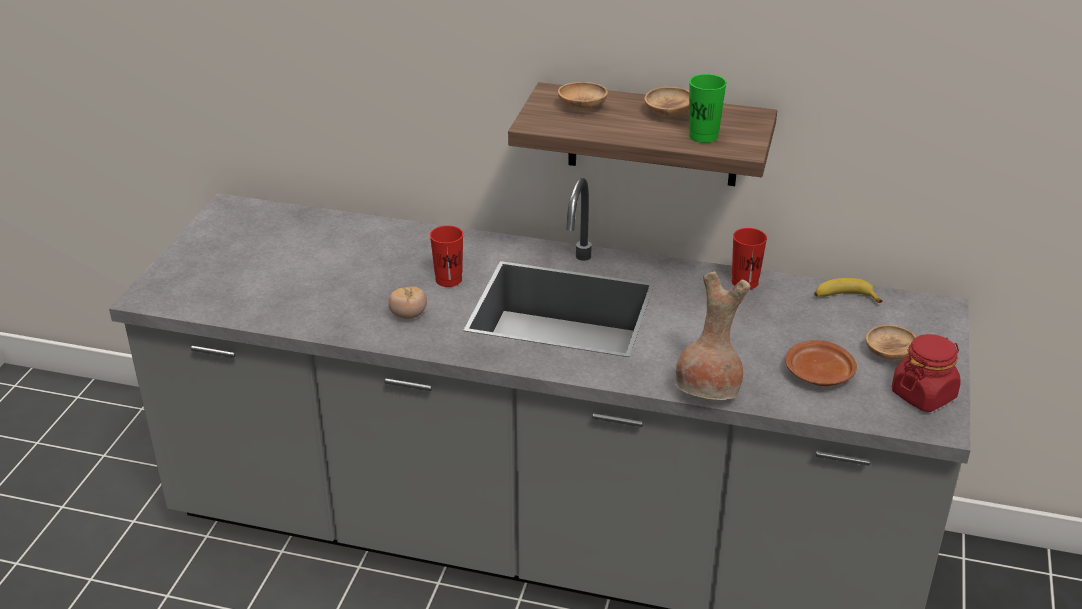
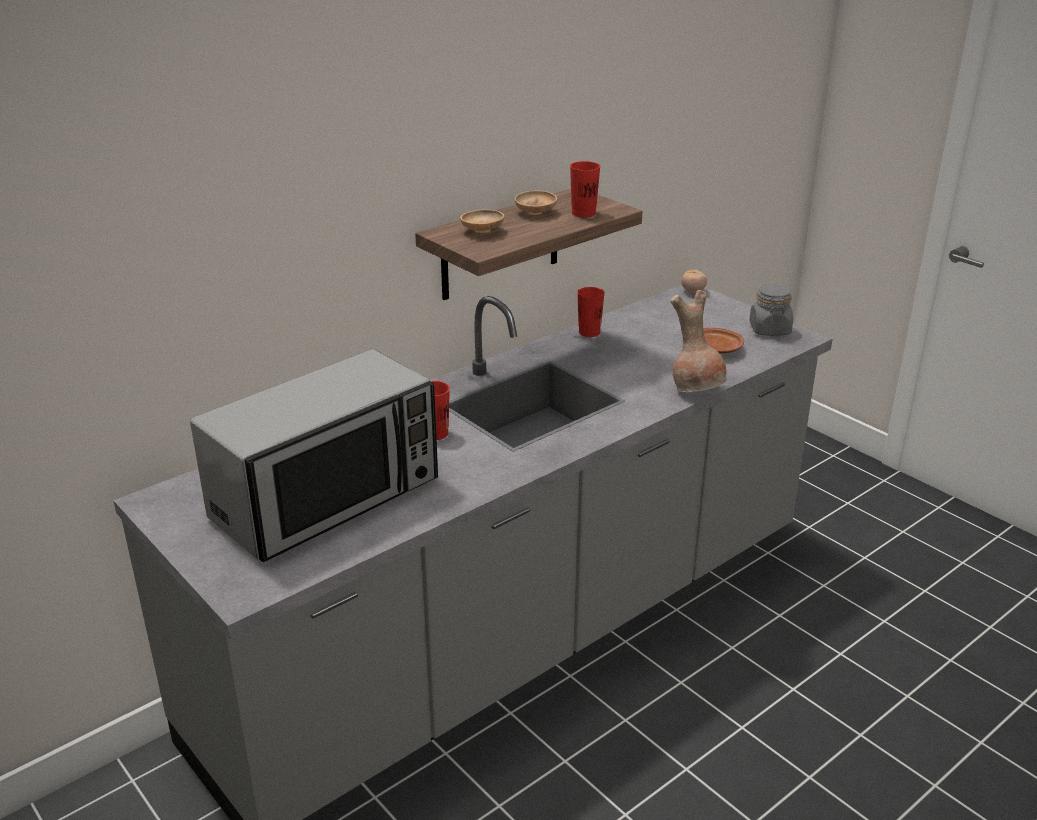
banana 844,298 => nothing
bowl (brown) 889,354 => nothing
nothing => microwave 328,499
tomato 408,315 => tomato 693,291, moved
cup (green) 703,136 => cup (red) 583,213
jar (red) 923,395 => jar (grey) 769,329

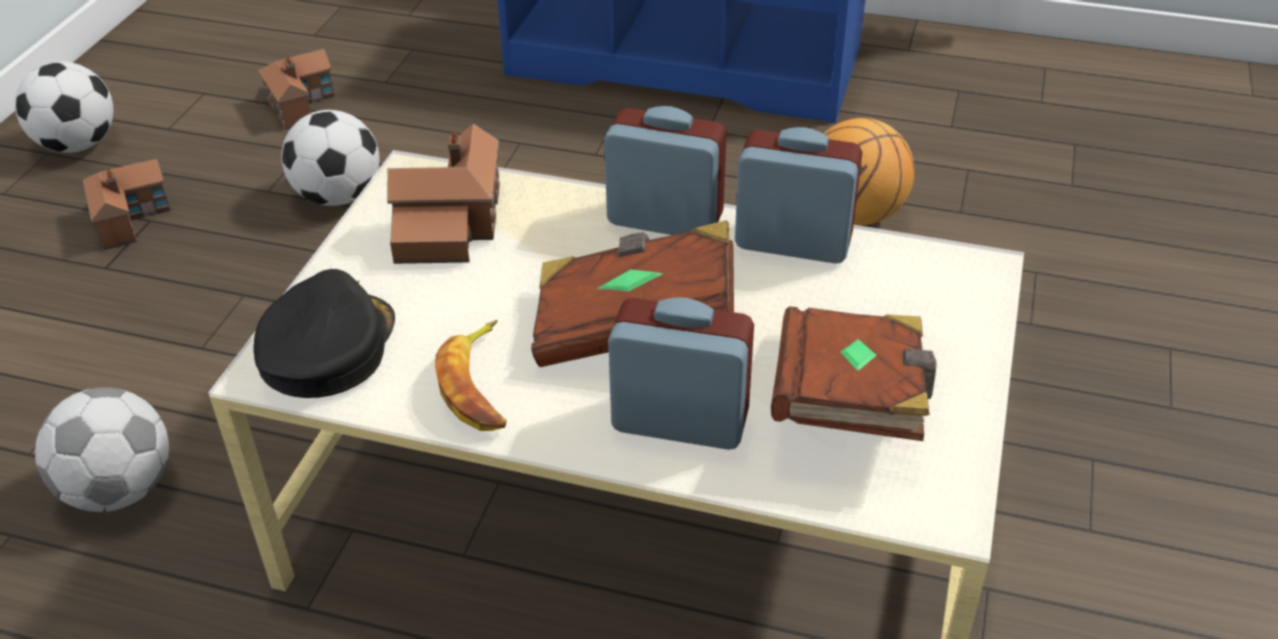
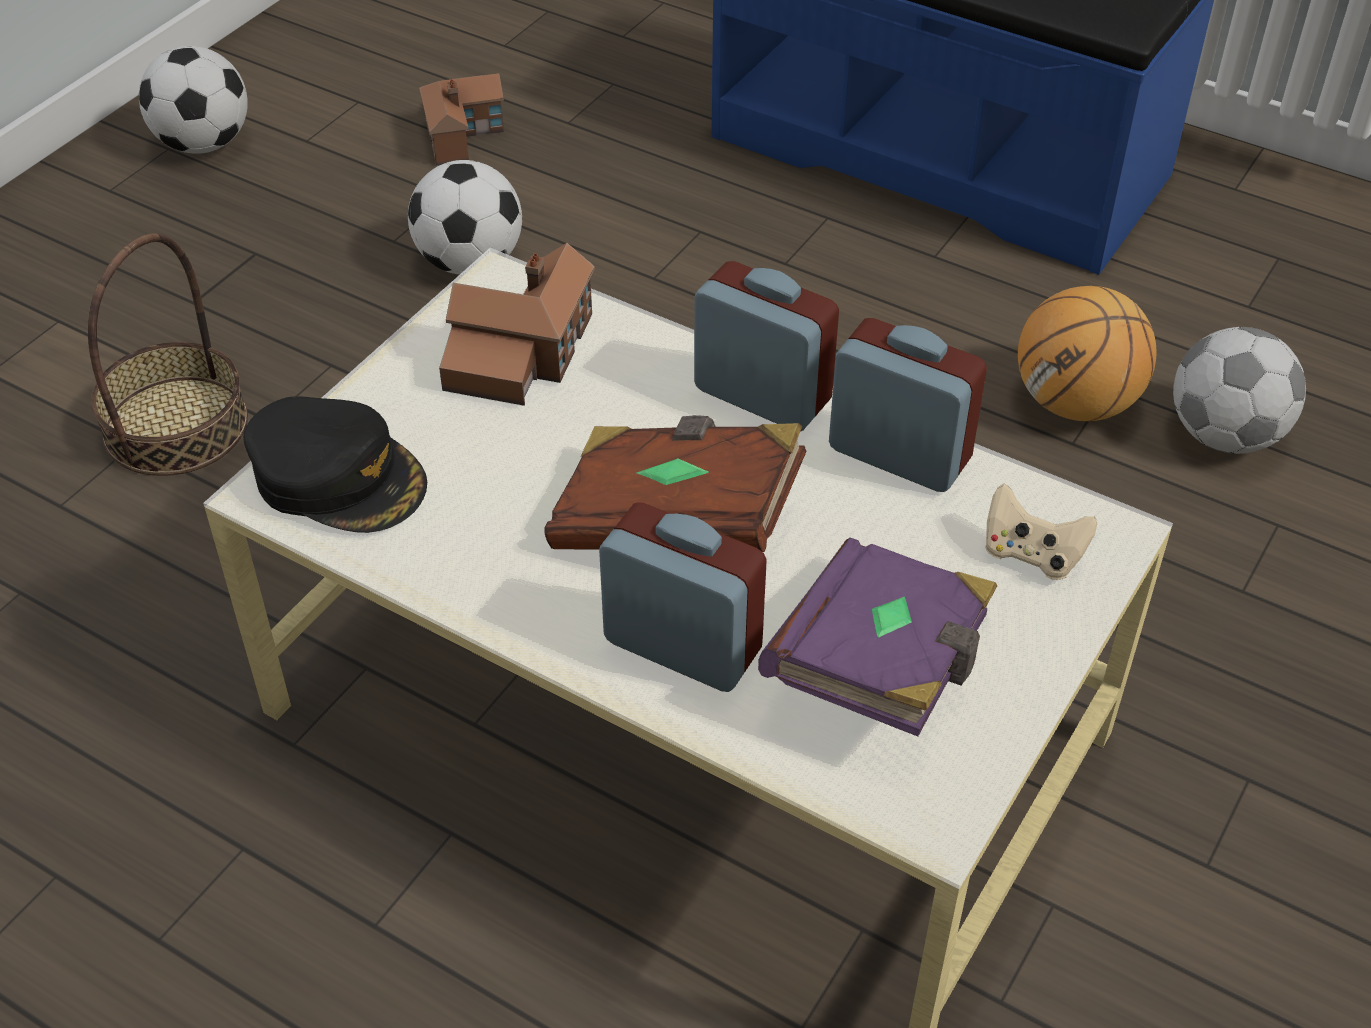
toy house 132,214 => nothing
banana 480,385 => nothing
nothing => basket 175,426
nothing => game controller (beige) 1031,555
football 120,489 => football 1224,435, moved
book (brown) 851,402 => book (purple) 882,666
cap (black) 326,347 => cap (black) 338,476, 90 degrees clockwise

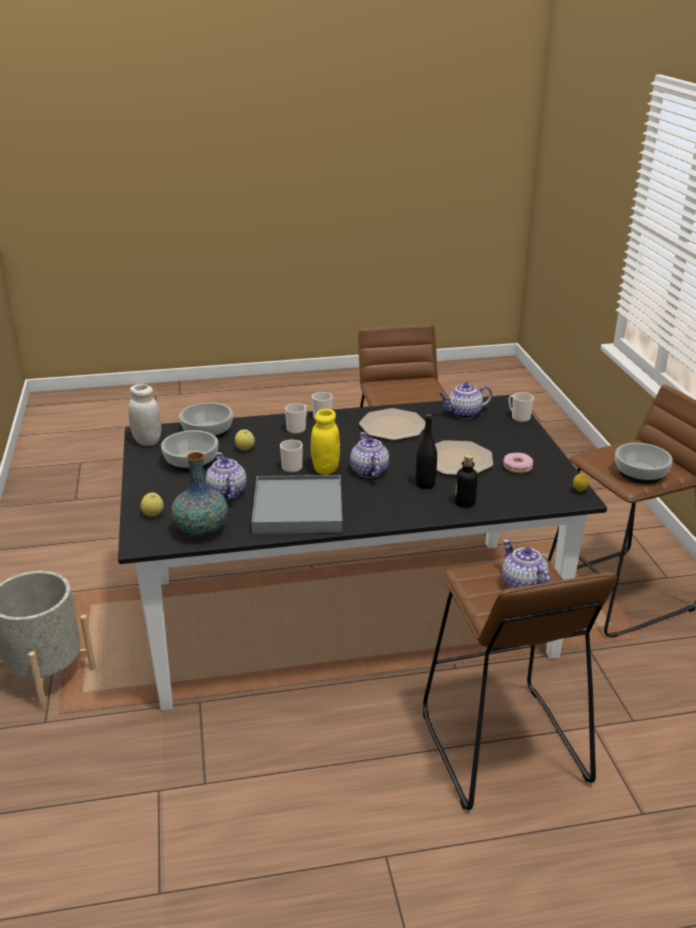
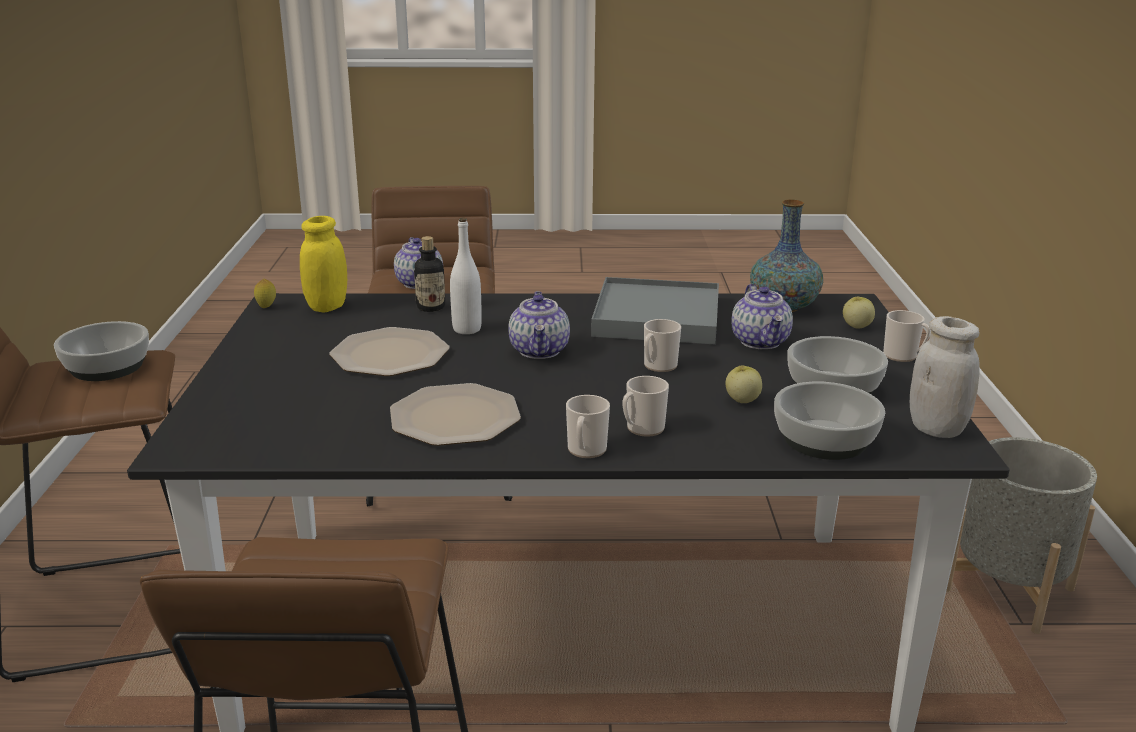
teapot 463,414 => nothing
donut 517,467 => nothing
jar (yellow) 325,469 => jar (yellow) 327,306, moved
mug 518,417 => mug 903,356, moved
bottle (black) 425,484 => bottle (white) 467,329

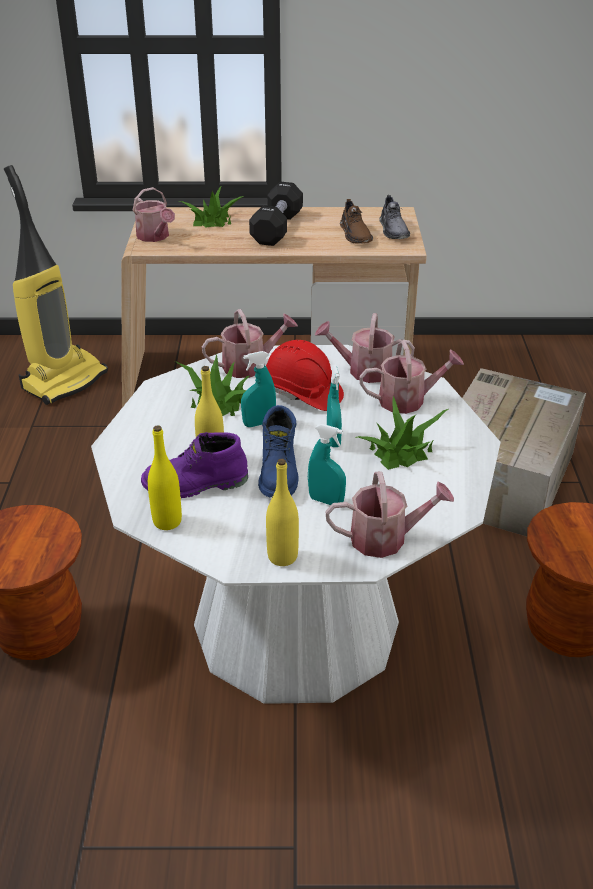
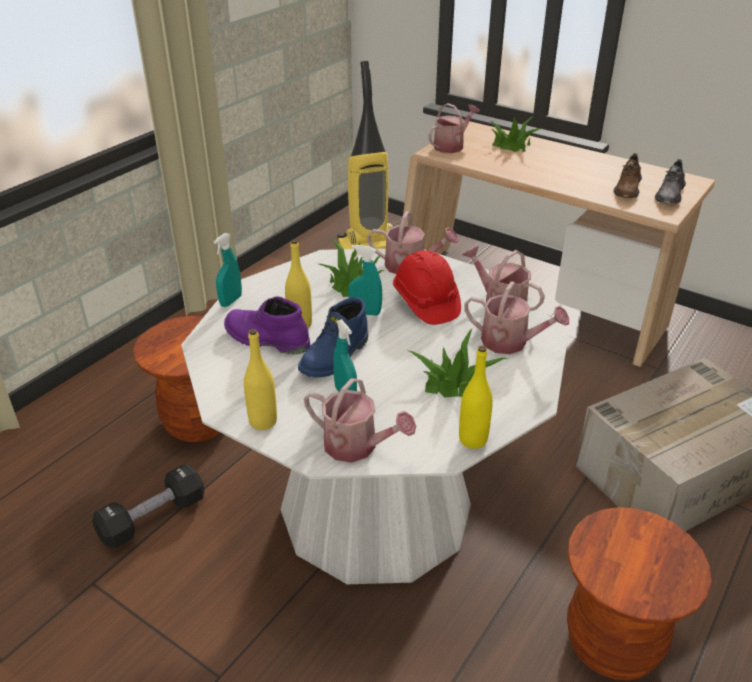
bottle (yellow) 167,521 => bottle (yellow) 473,440, moved
dumbbell (black) 277,228 => dumbbell (black) 153,518, moved
spray bottle (turquoise) 333,439 => spray bottle (turquoise) 231,301, moved
watering can 155,237 => watering can 451,145, 135 degrees counterclockwise

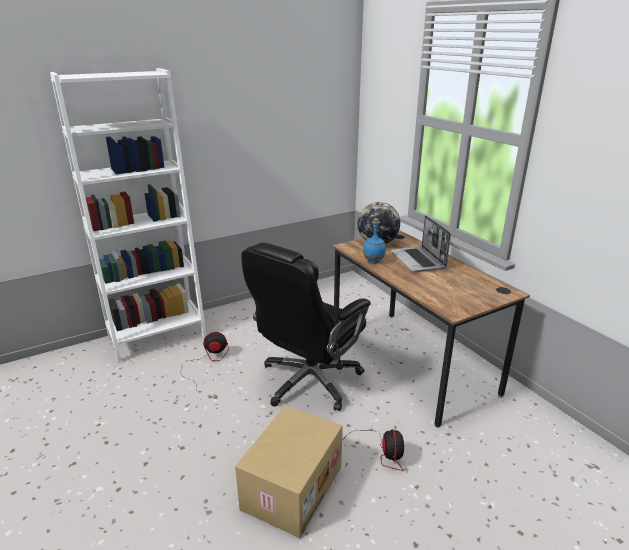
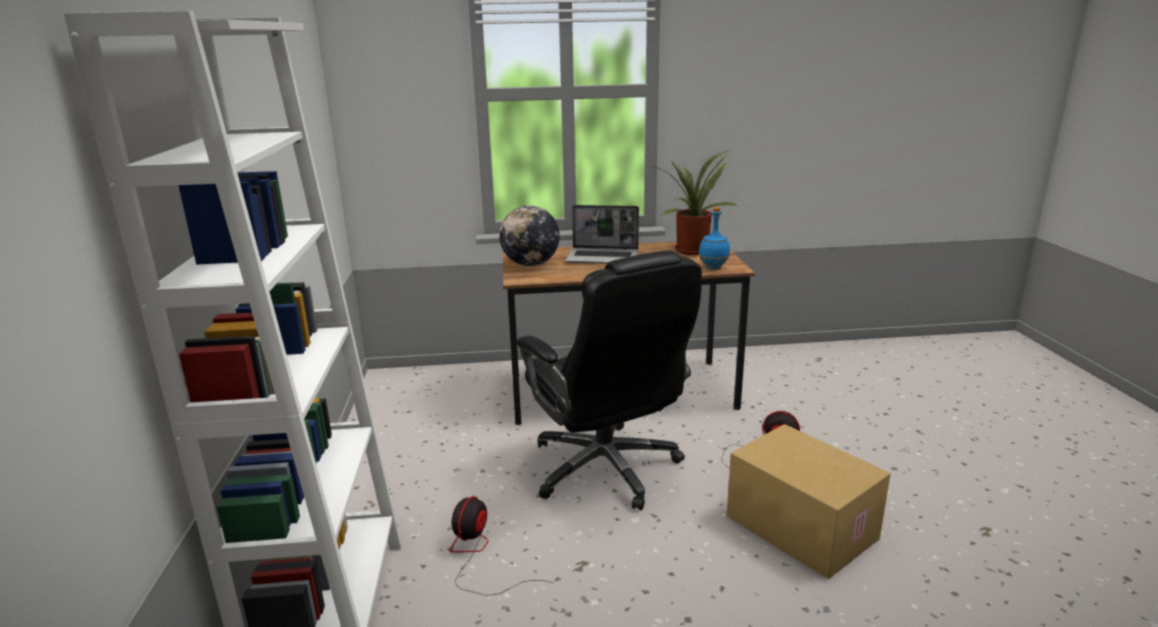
nothing => potted plant 692,249
bottle (blue) 373,261 => bottle (blue) 713,268, moved

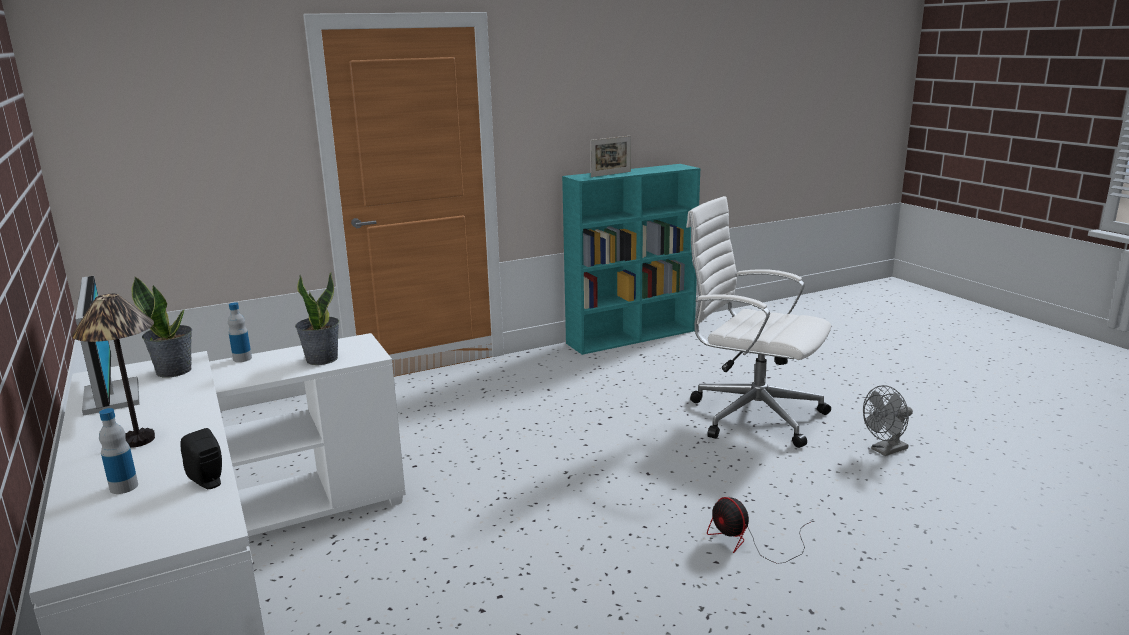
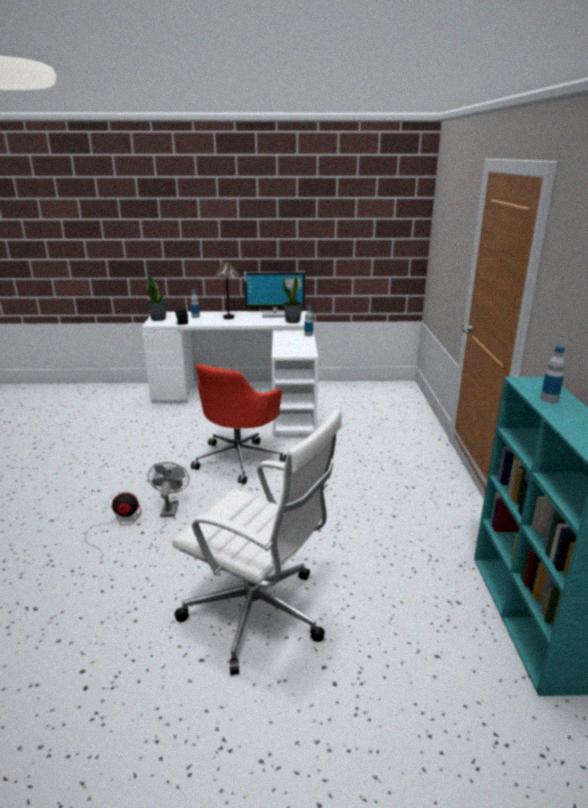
nothing => office chair (red) 240,459
potted plant 321,359 => potted plant 158,319, moved
fan (grey) 885,450 => fan (grey) 170,508, moved
picture frame 611,174 => bottle 549,399
office chair (white) 752,414 => office chair (white) 258,615, 60 degrees clockwise

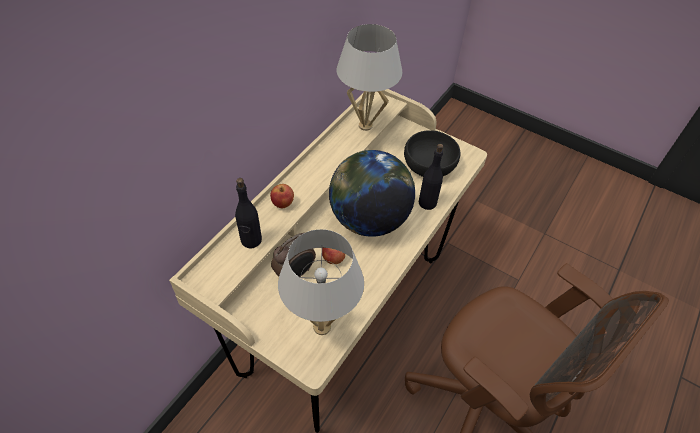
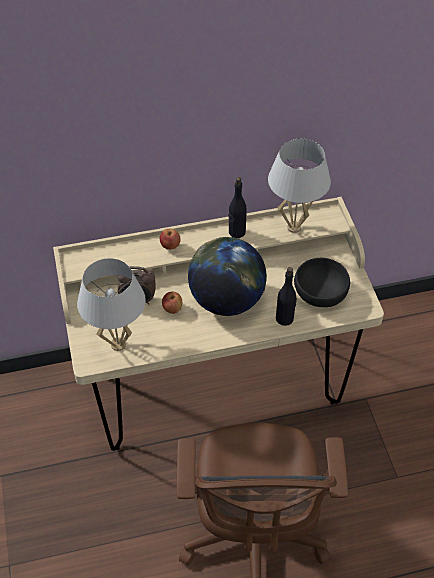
bottle (black) 251,240 => bottle (black) 236,232, moved

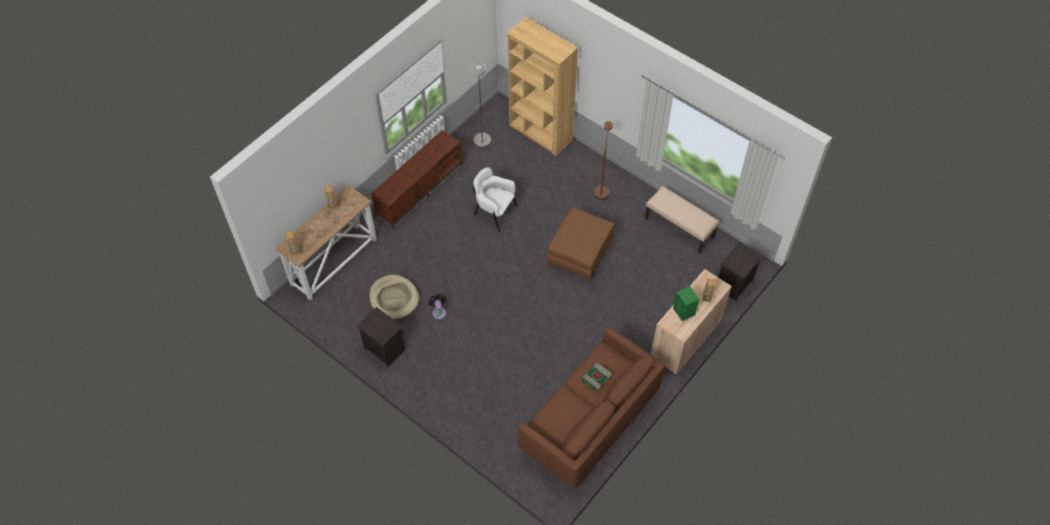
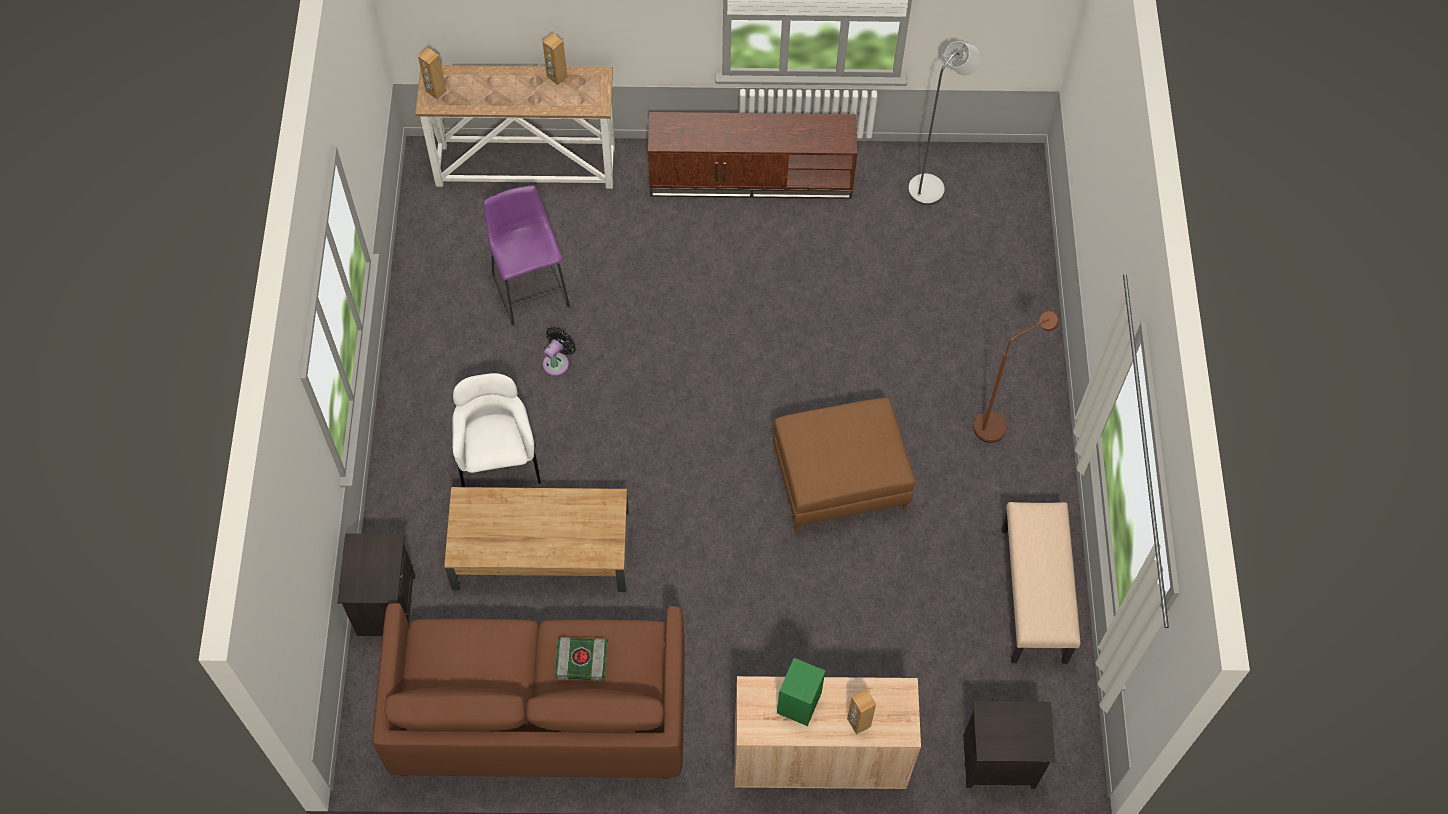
bookcase (brown) 540,133 => nothing
nothing => coffee table (brown) 540,551
nightstand (black) 384,349 => nightstand (black) 385,604, moved
armchair (white) 494,212 => armchair (white) 498,459, moved
dog bed (beige) 394,298 => stool (purple) 530,287

